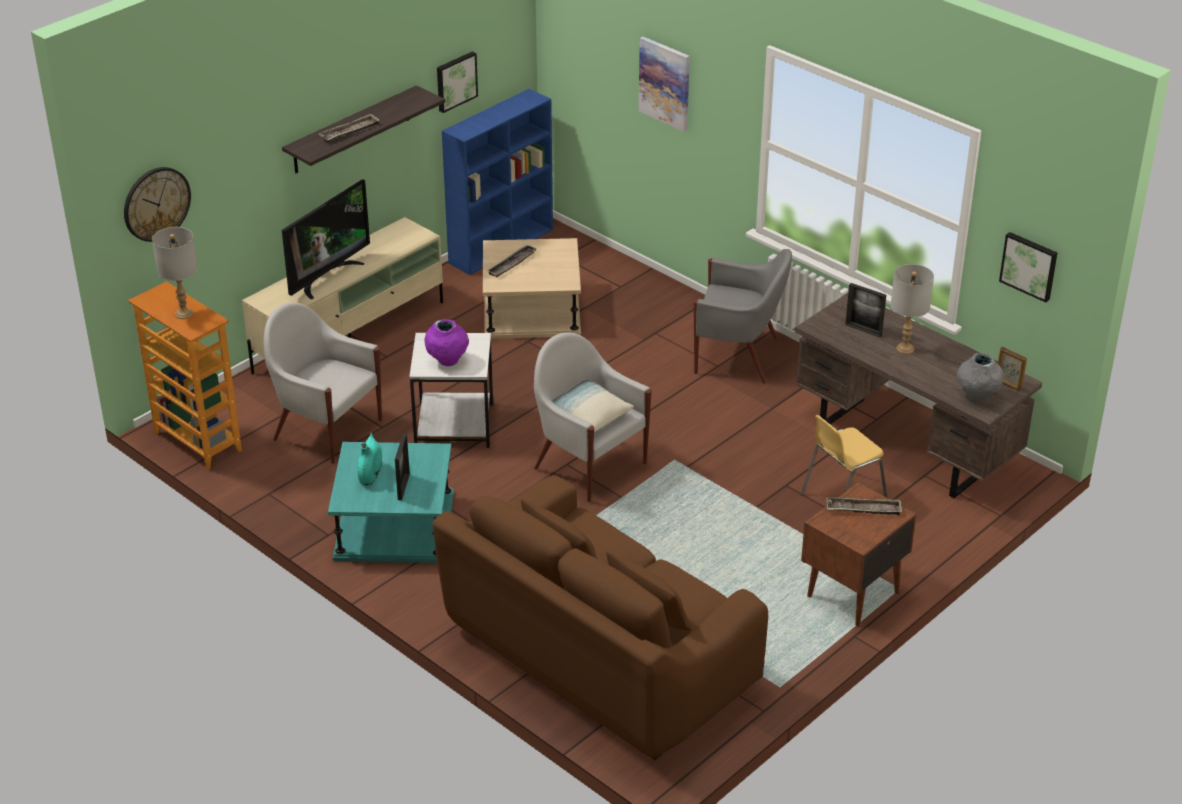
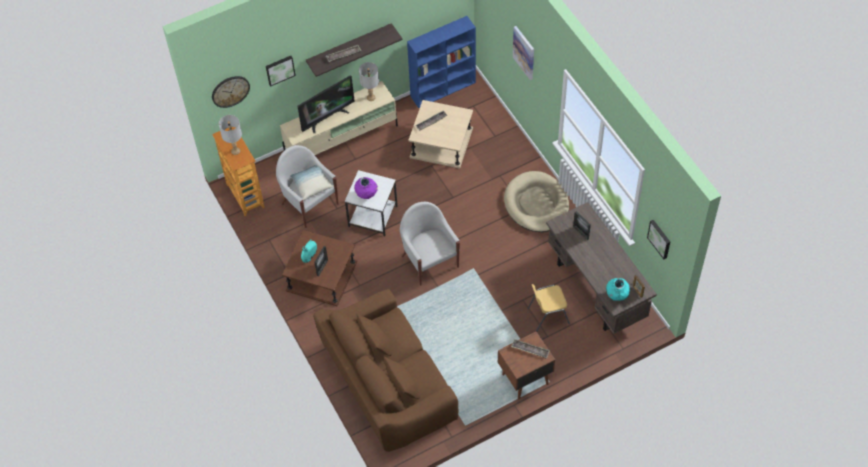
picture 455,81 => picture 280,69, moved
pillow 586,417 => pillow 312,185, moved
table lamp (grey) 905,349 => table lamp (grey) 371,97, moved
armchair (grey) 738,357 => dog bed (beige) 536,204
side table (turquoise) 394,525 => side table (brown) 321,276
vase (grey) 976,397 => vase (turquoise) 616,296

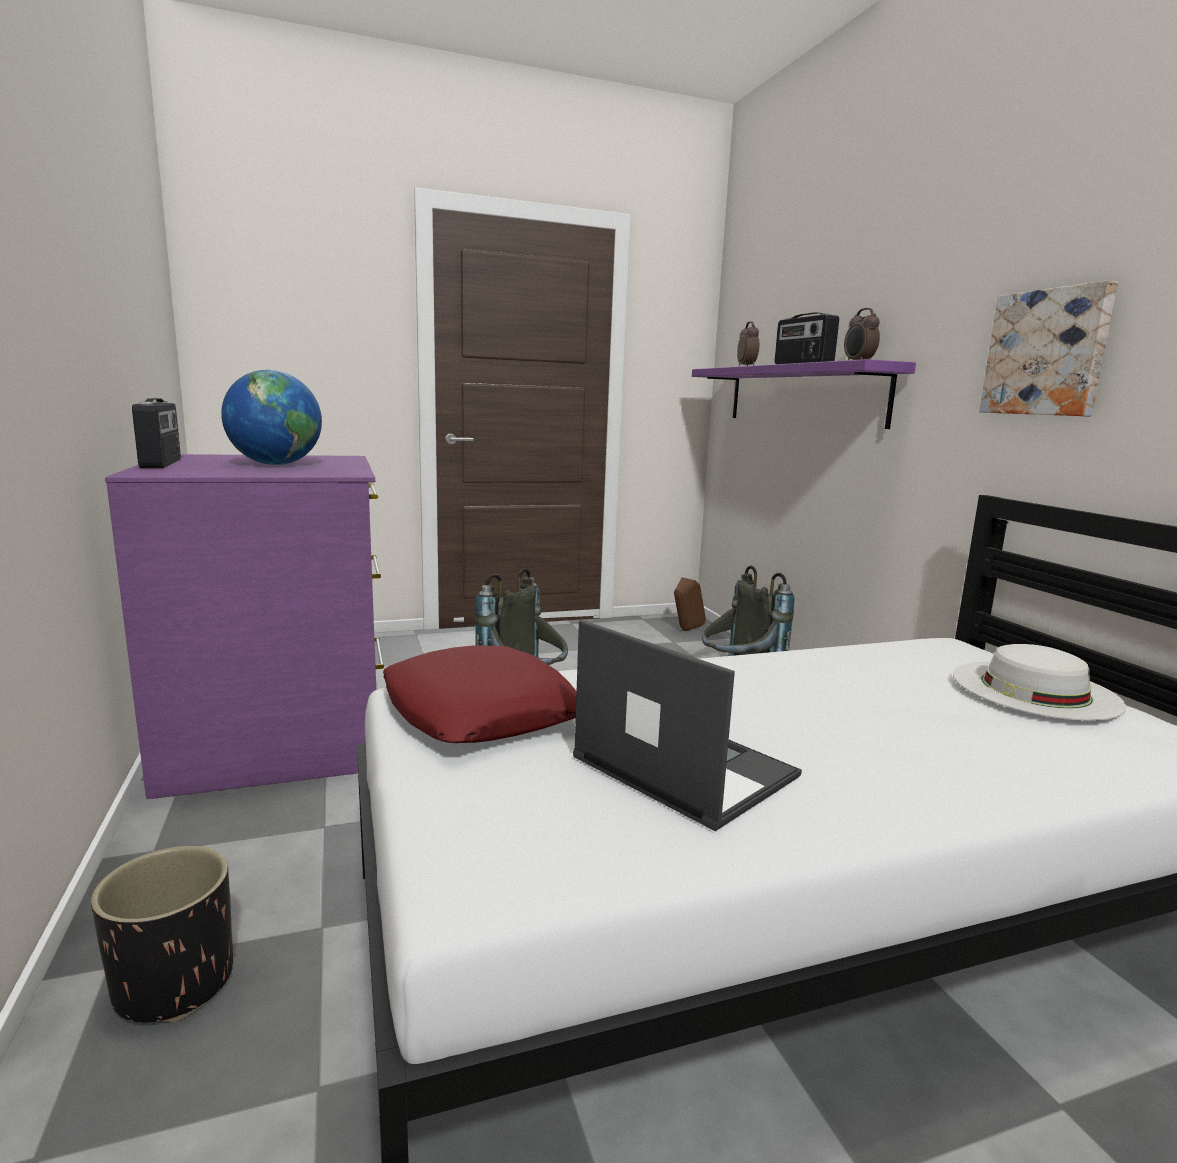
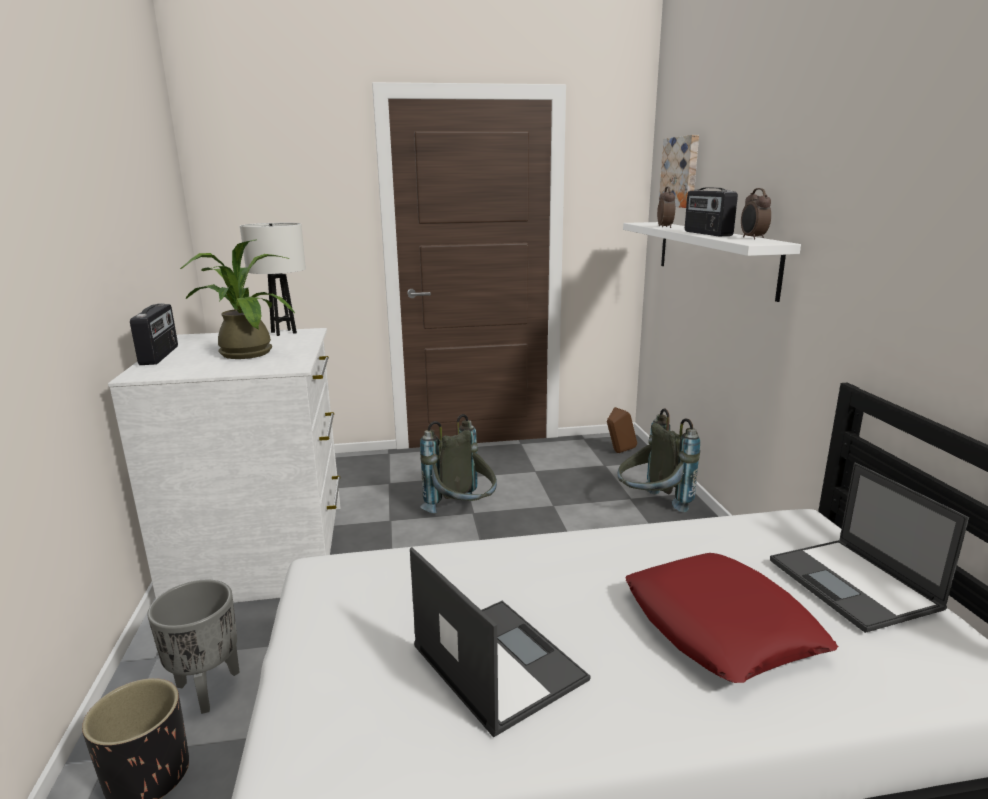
nothing => planter (grey) 207,688
nothing => table lamp (white) 284,332
pillow (red) 480,711 => pillow (red) 720,626, moved
picture 1048,353 => picture 681,172, moved
globe 275,464 => potted plant 244,352
hat (white) 1035,689 => laptop 854,585
dresser (purple) 281,733 => dresser (white) 265,552
shelf (purple) 802,395 => shelf (white) 713,256

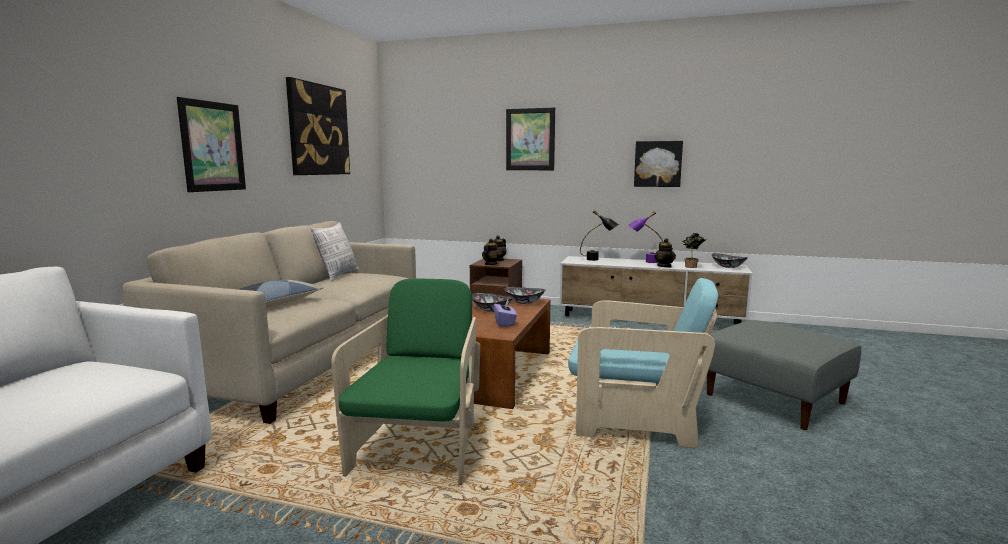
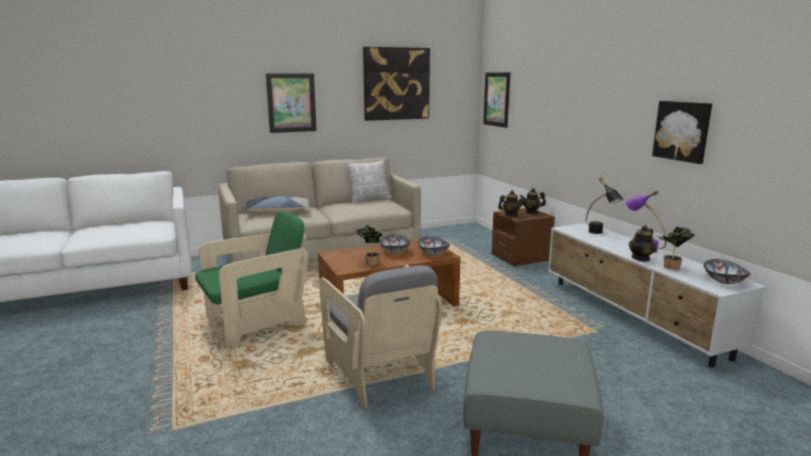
picture 530,139 => picture 497,99, moved
tissue box (purple) 505,323 => potted plant 370,263
armchair (turquoise) 635,420 => armchair (grey) 380,373

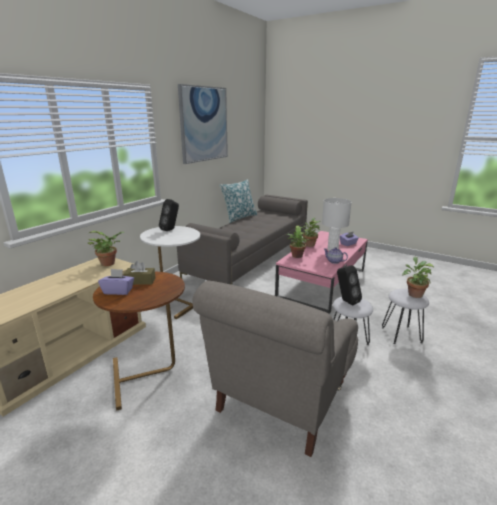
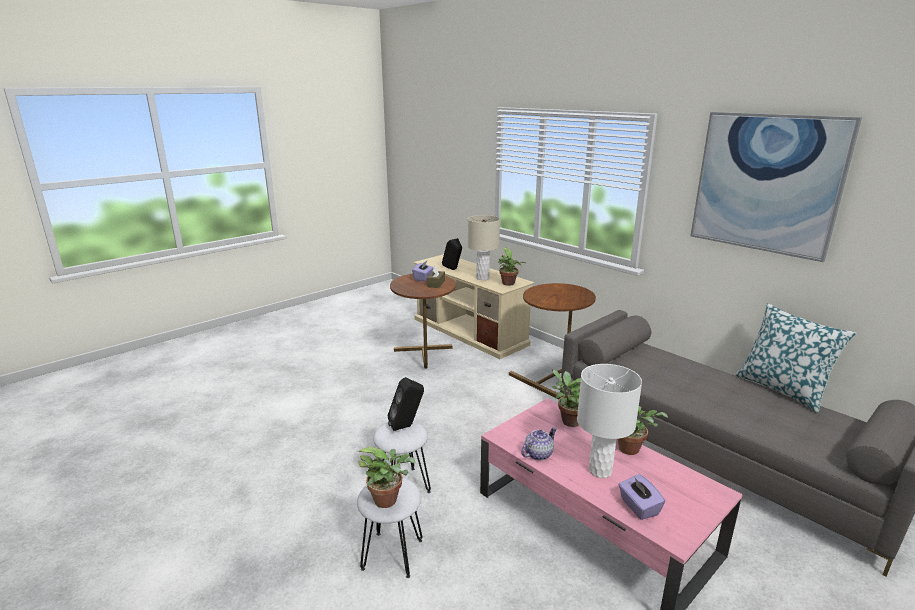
armchair (grey) 280,400 => nothing
nothing => table lamp (beige) 482,278
speaker (black) 171,229 => speaker (black) 453,270, moved
side table (white) 177,300 => side table (brown) 552,376

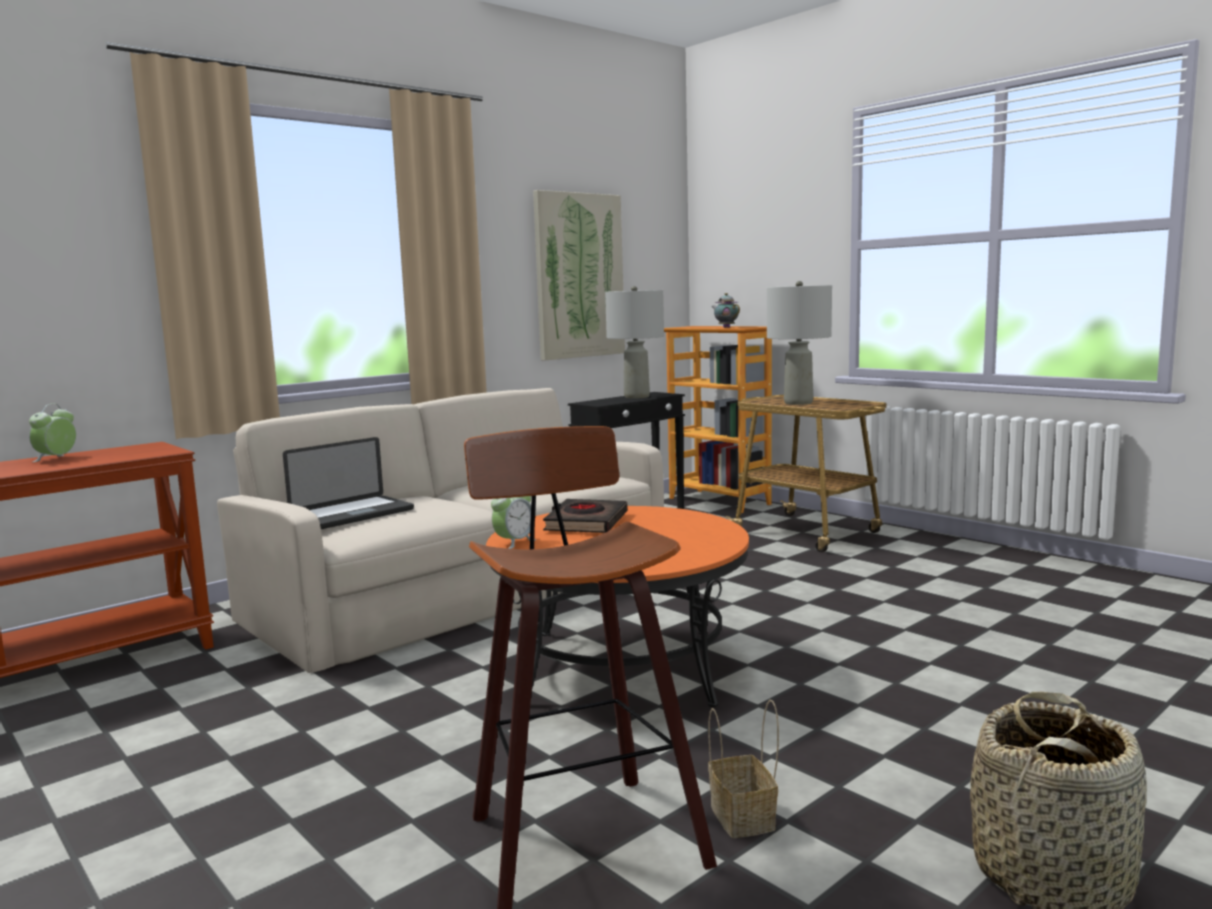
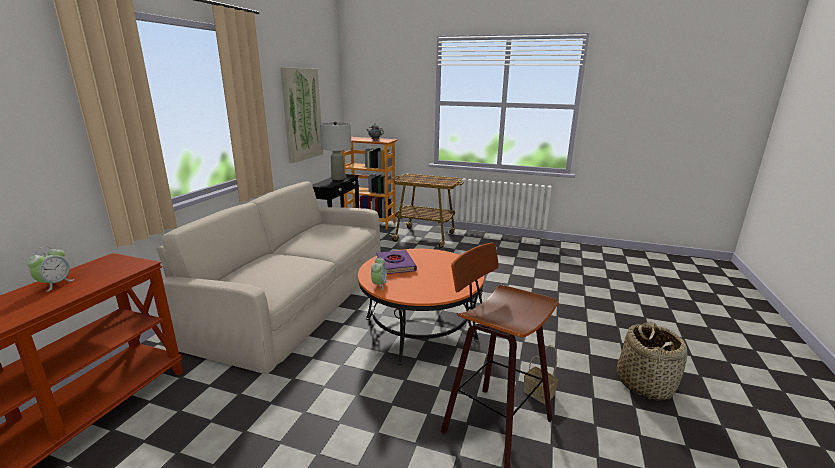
laptop 352,514 => nothing
table lamp (grey) 797,403 => nothing
book (black) 586,523 => book (purple) 395,265
alarm clock 56,459 => alarm clock 55,284, 150 degrees counterclockwise

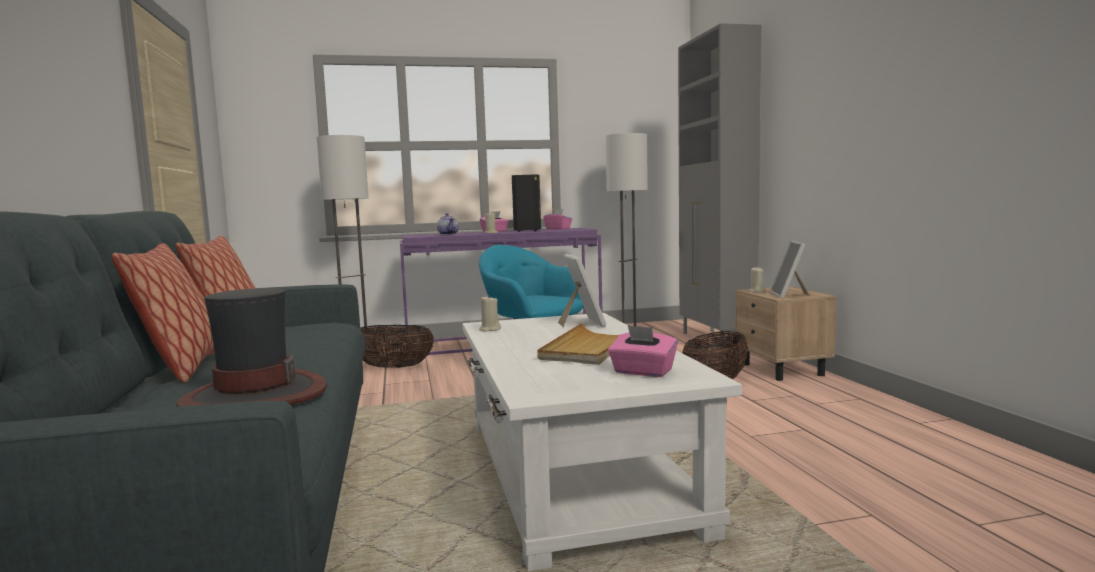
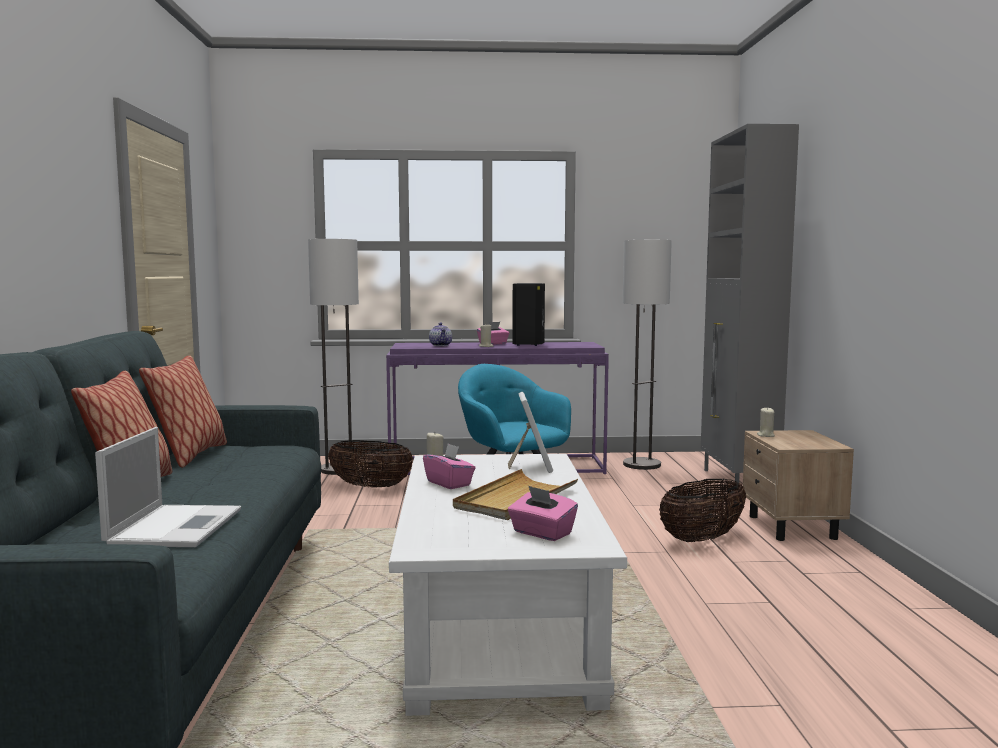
picture frame 789,295 => nothing
tissue box (pink) 558,229 => tissue box (pink) 449,483, moved
hat 254,395 => laptop 176,526

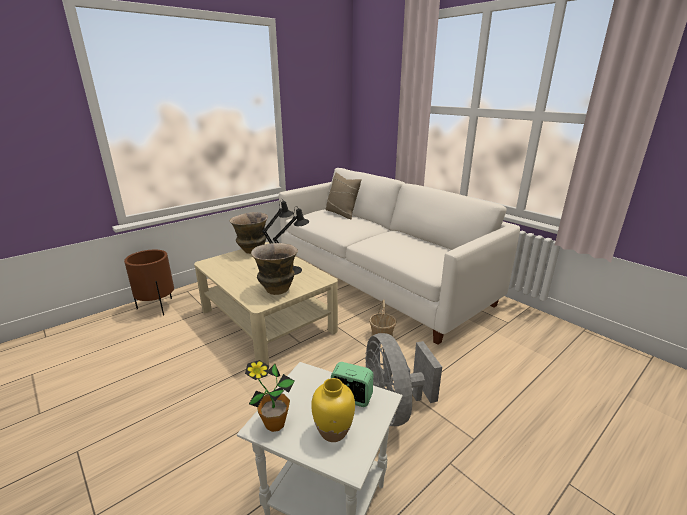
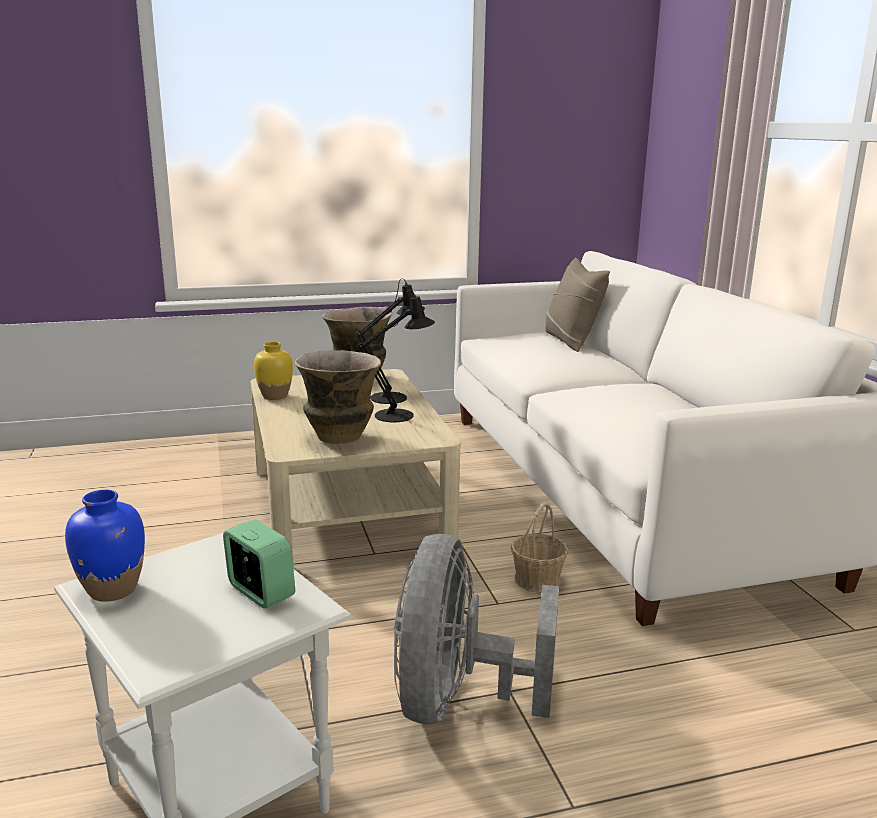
planter (brown) 157,307 => nothing
vase (yellow) 333,431 => vase (yellow) 274,396, moved
potted plant 275,424 => vase (blue) 113,589

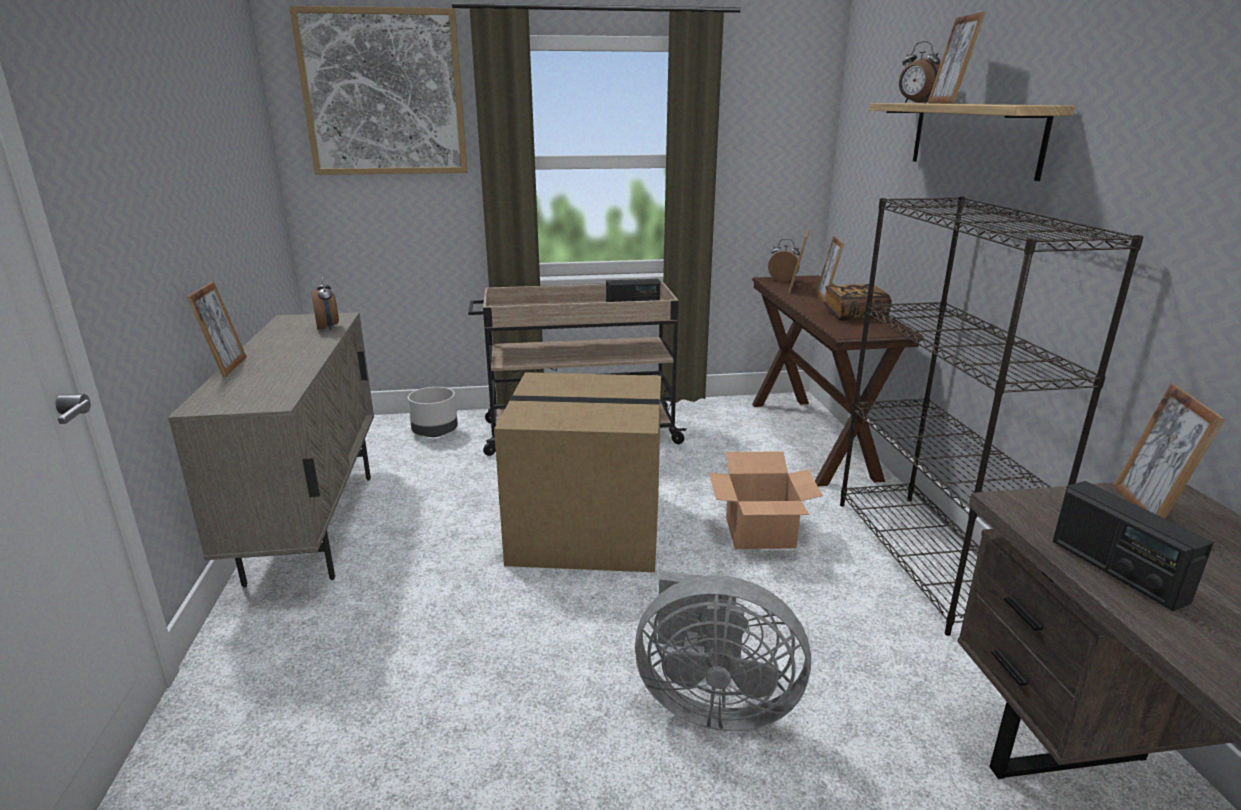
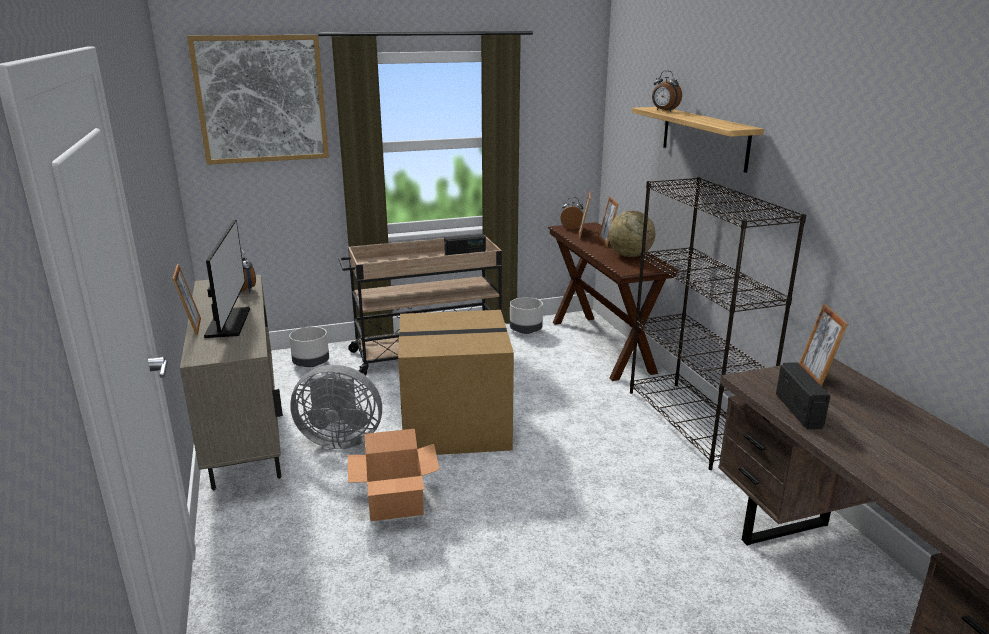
picture frame 947,103 => nothing
nothing => monitor 228,323
nothing => planter (grey) 526,331
fan (grey) 712,703 => fan (grey) 339,439, moved
cardboard box 761,532 => cardboard box 396,502, moved
book 854,315 => globe 630,256
radio 1116,571 => radio 799,411, 150 degrees counterclockwise

